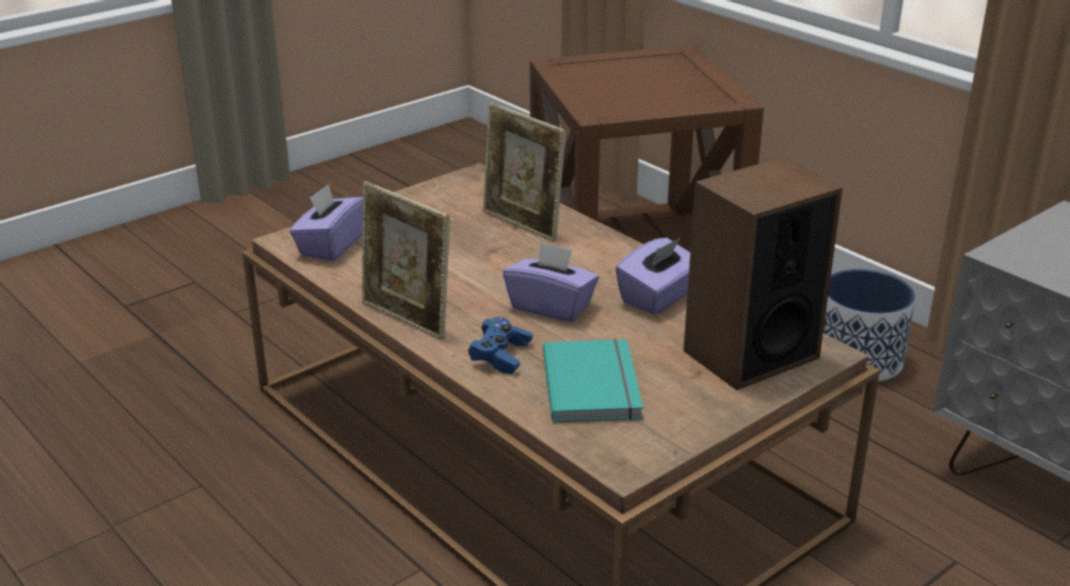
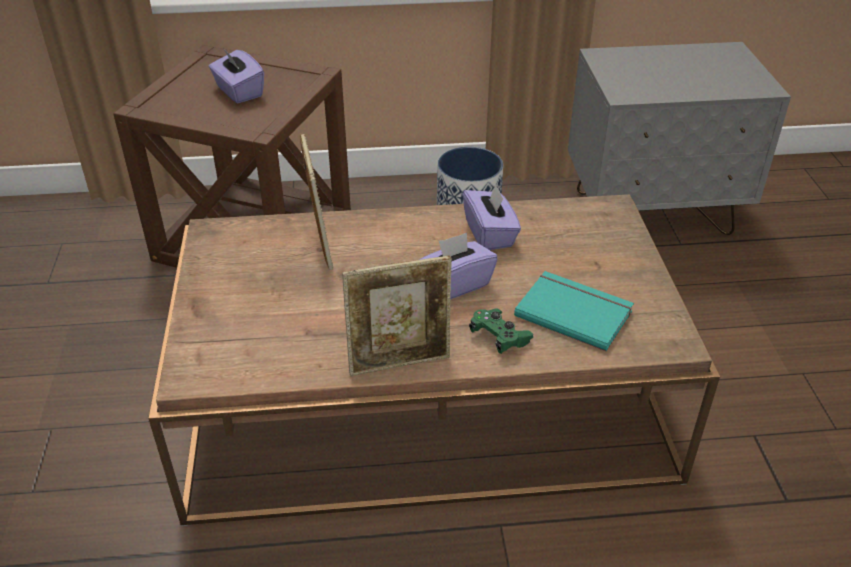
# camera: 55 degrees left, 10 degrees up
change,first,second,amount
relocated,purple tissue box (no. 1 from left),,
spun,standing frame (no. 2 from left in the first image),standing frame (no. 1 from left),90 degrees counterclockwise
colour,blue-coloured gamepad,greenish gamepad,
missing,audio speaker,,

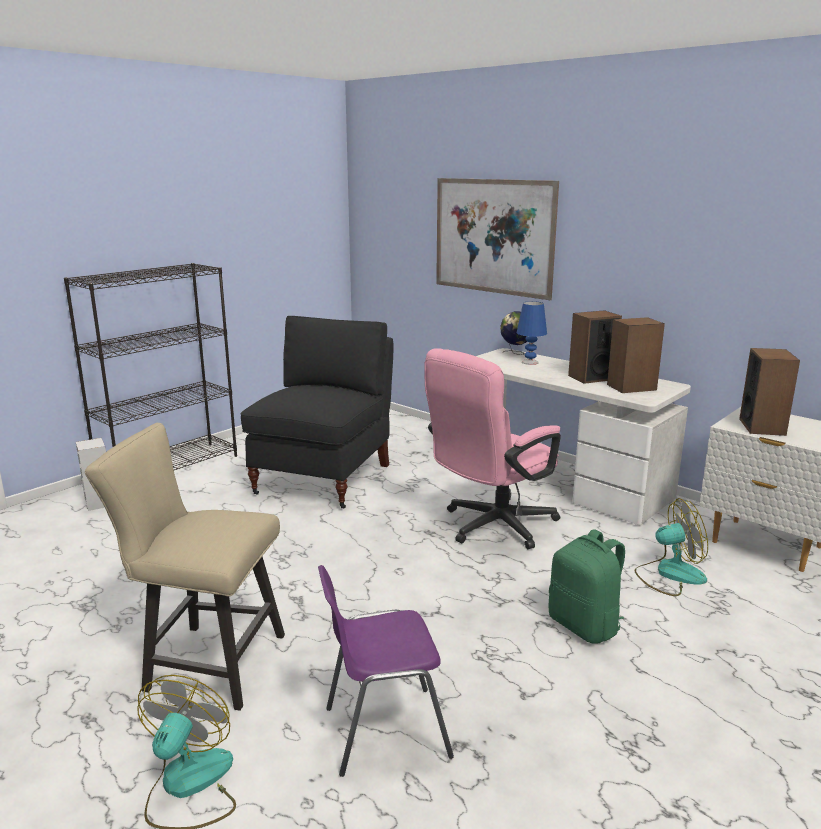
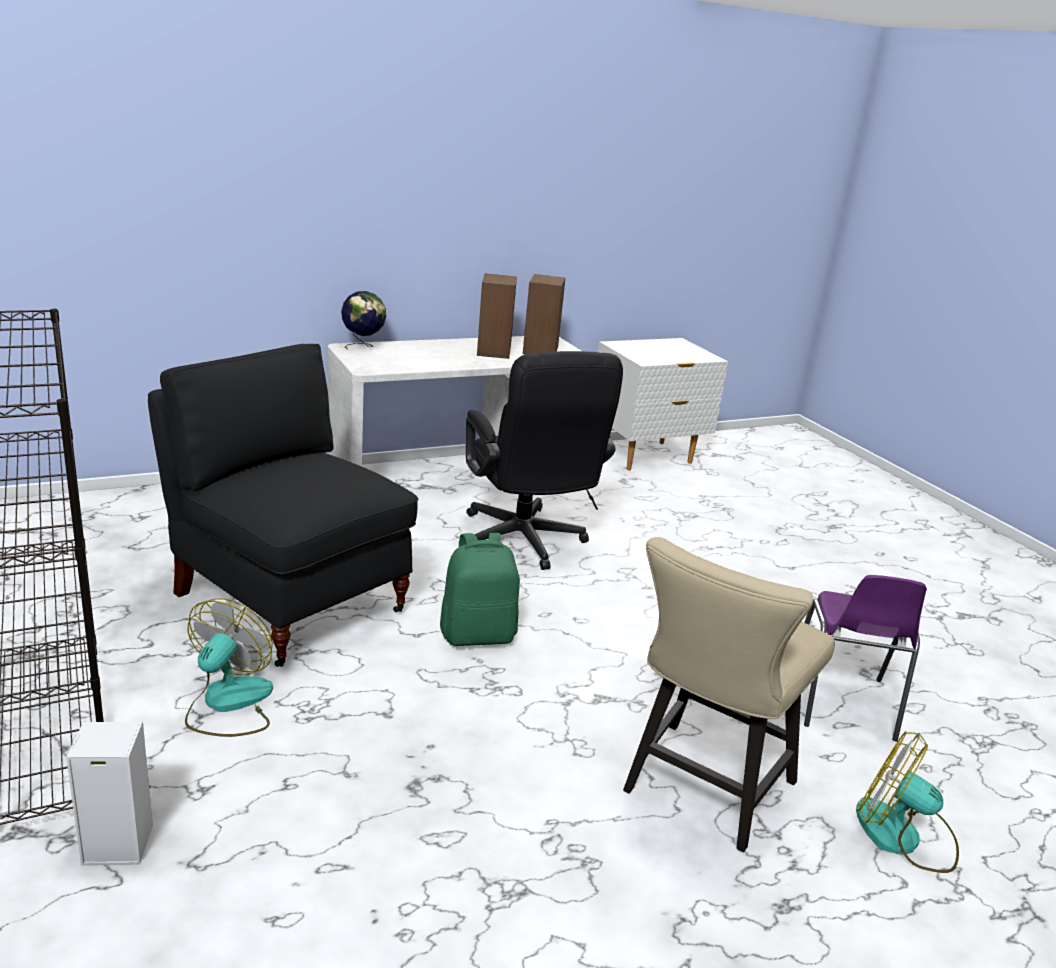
# camera: 70 degrees left, 5 degrees up
change,first,second,amount
relocated,fan (no. 2 from left in the first image),fan (no. 1 from left),
relocated,greenish knapsack,,
colour,pink desk chair,black desk chair,
missing,picture,,
missing,blue-coloured tabletop lamp,,
missing,audio speaker (no. 4 from left),,

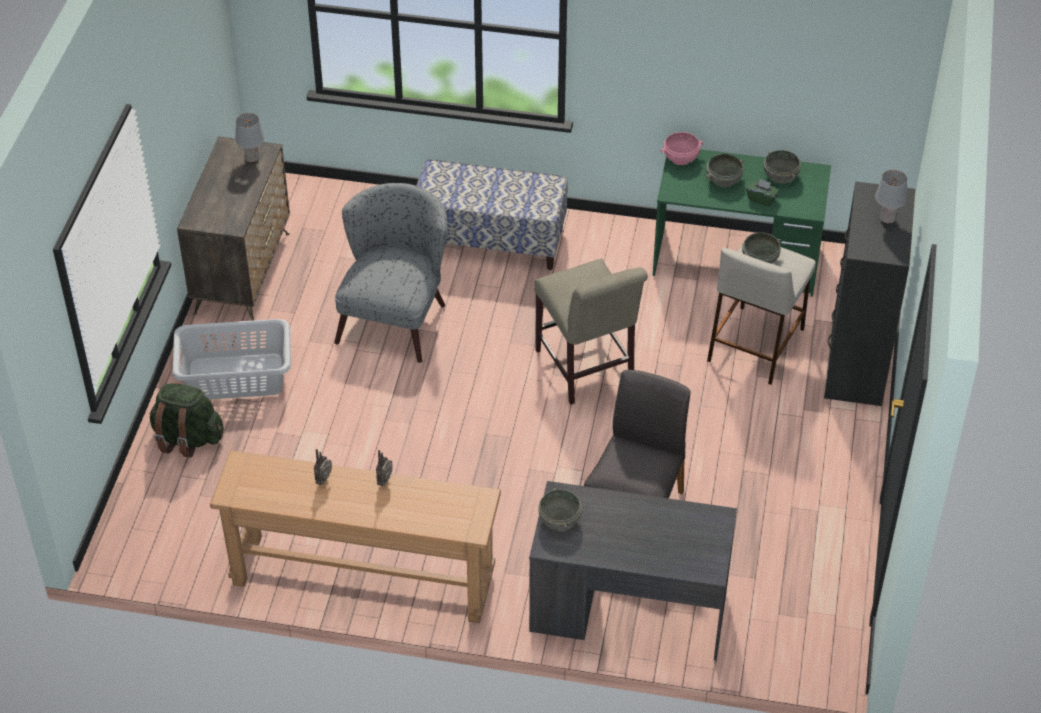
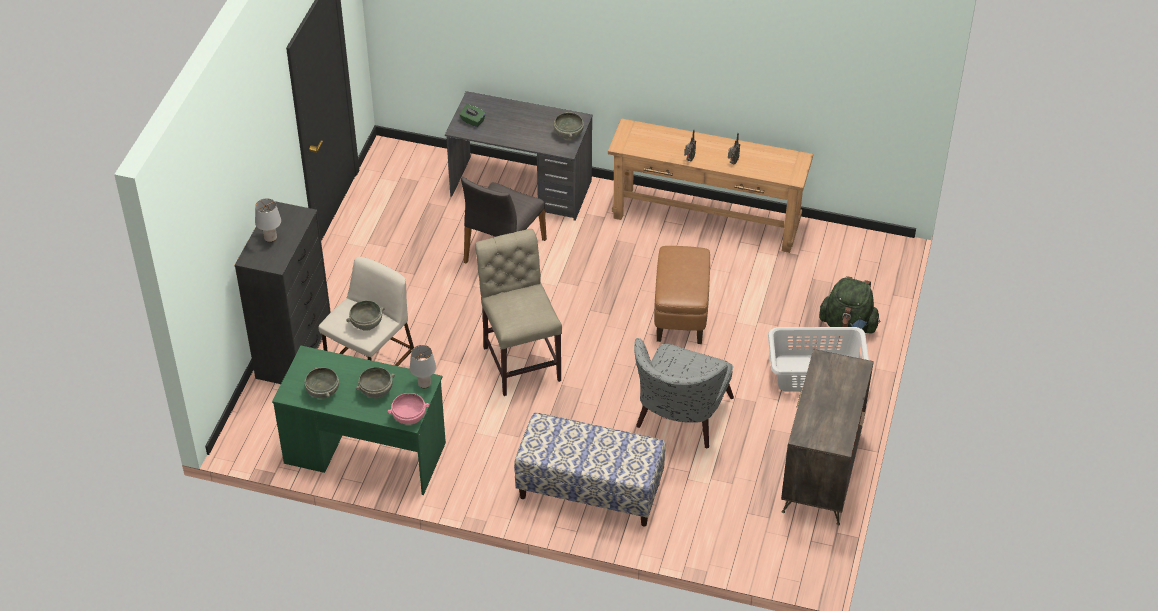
# camera: 175 degrees left, 0 degrees up
change,first,second,amount
relocated,grey tabletop lamp (no. 1 from left in the first image),grey tabletop lamp (no. 2 from left),
relocated,greenish tissue box,,
appeared,,brown footrest,

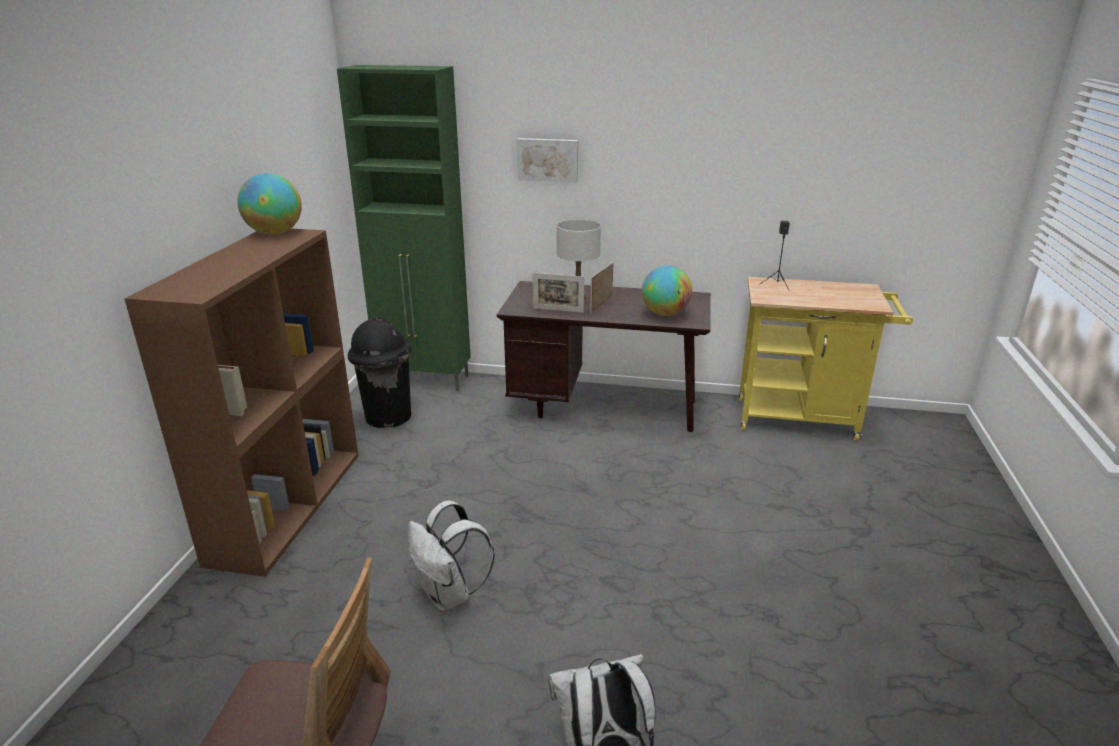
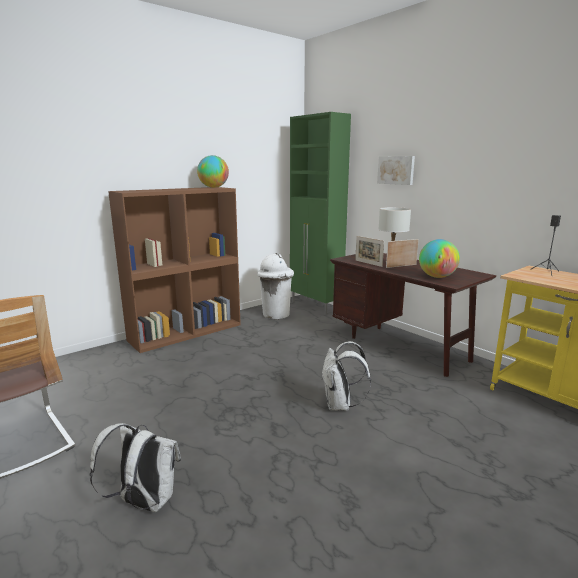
# camera: 40 degrees right, 10 degrees down
change,first,second,amount
colour,black trash can,whitish trash can,
relocated,whitish knapsack (no. 1 from left in the first image),whitish knapsack (no. 2 from left),

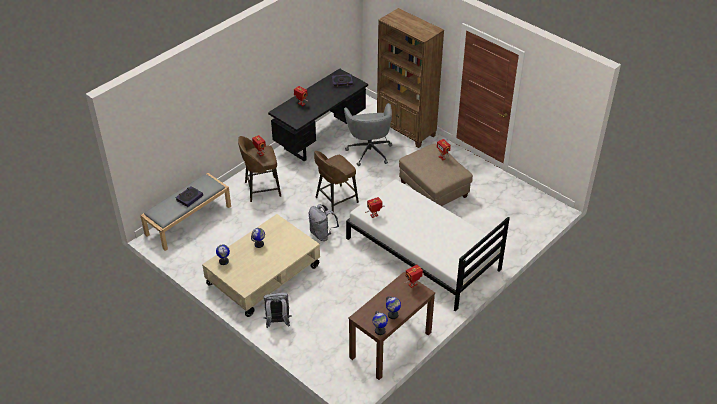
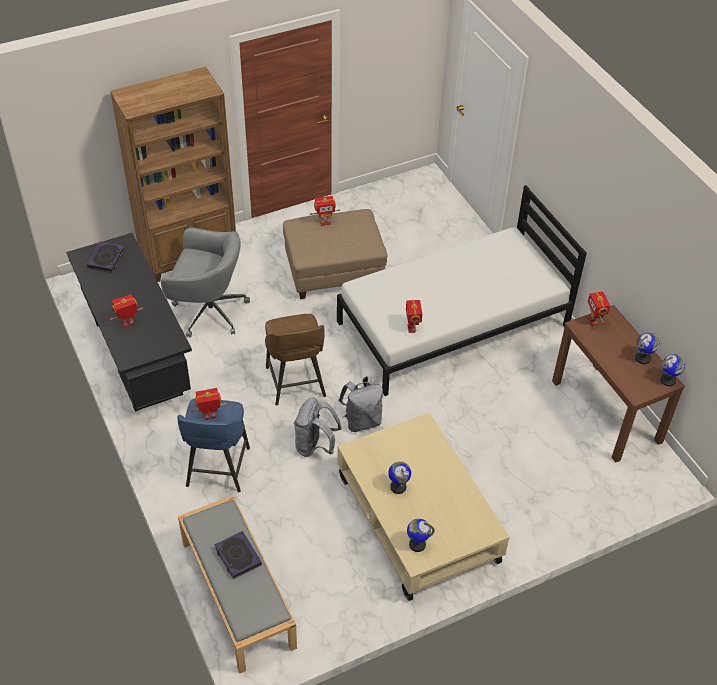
# camera: 70 degrees left, 5 degrees up
change,first,second,amount
colour,brown stool seat (no. 1 from left),blue-coloured stool seat,
relocated,grey knapsack (no. 1 from left),,

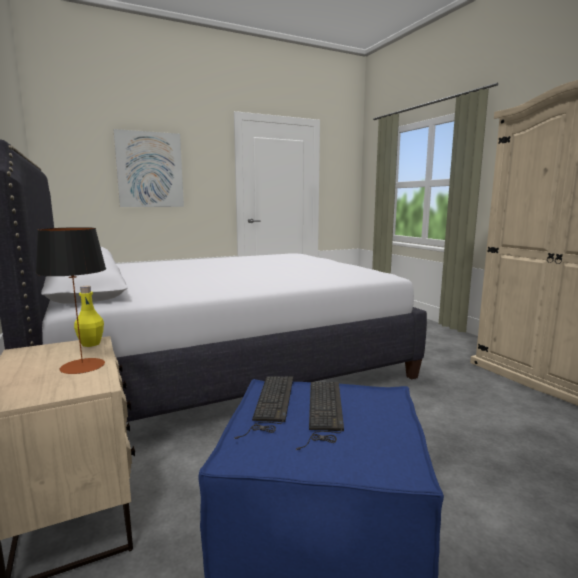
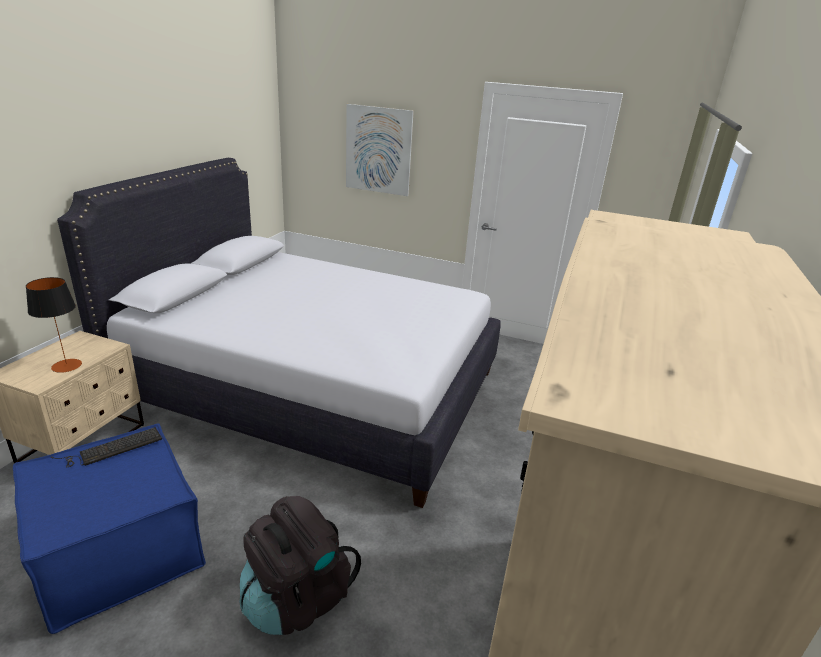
# camera: 45 degrees right, 15 degrees up
change,first,second,amount
appeared,,black knapsack,
missing,yellow beverage bottle,,
missing,computer keyboard (no. 2 from left),,

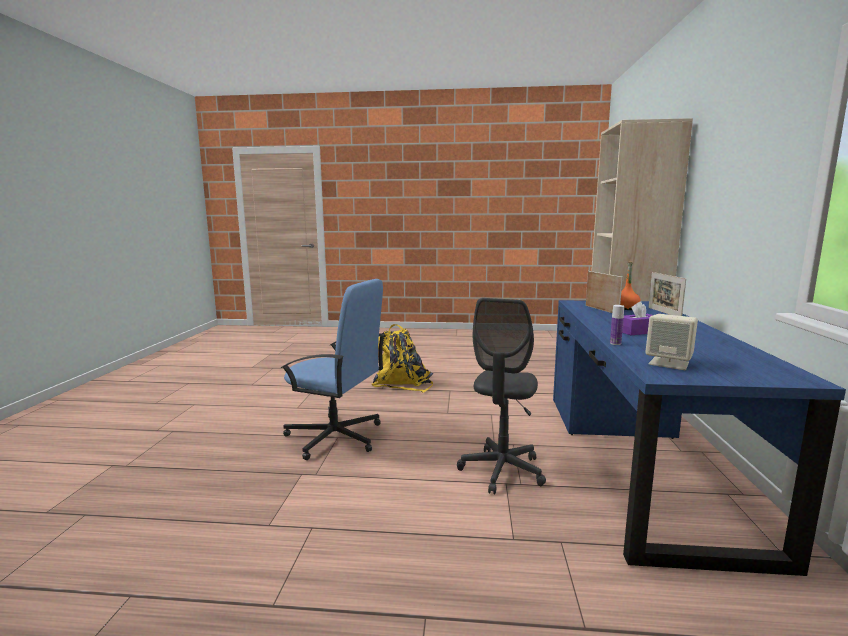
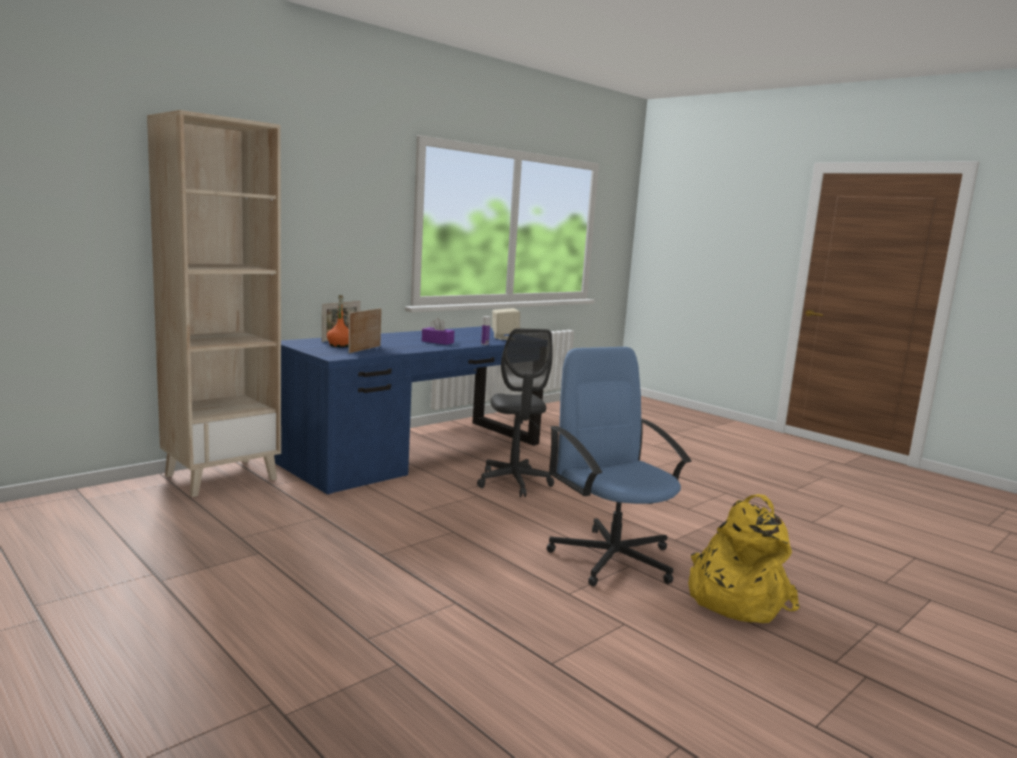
# camera: 140 degrees left, 0 degrees up
change,first,second,amount
spun,grey desk chair,,105 degrees clockwise
relocated,yellow knapsack,,

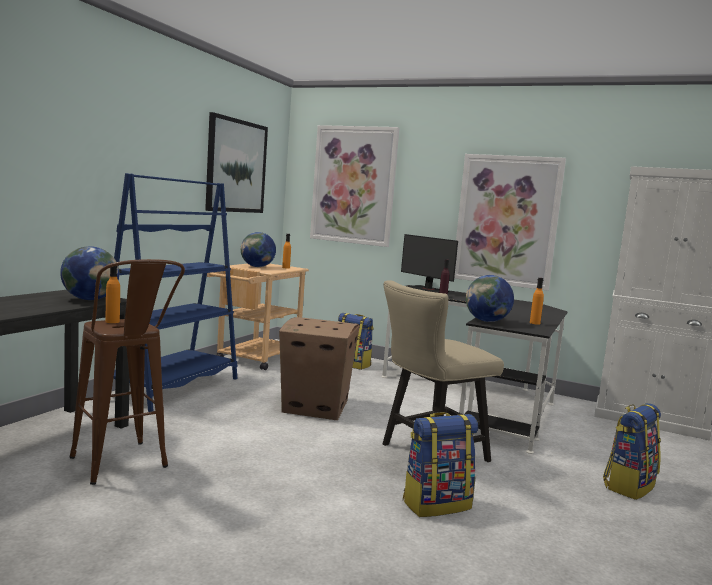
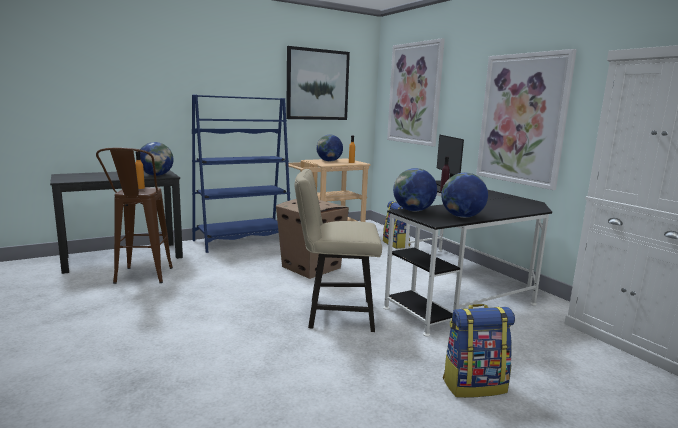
# camera: 35 degrees right, 5 degrees up
change,first,second,amount
exchanged,orange-coloured beverage bottle (no. 3 from left),desk globe (no. 4 from left),
missing,knapsack (no. 2 from left),,

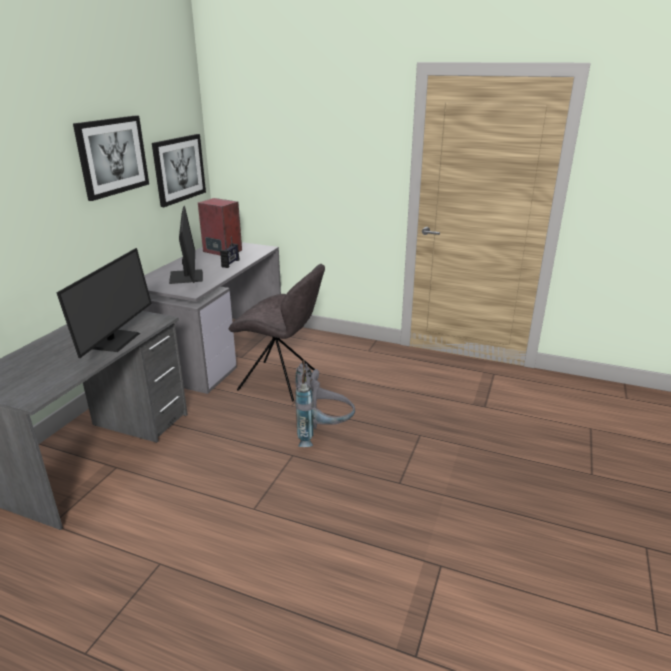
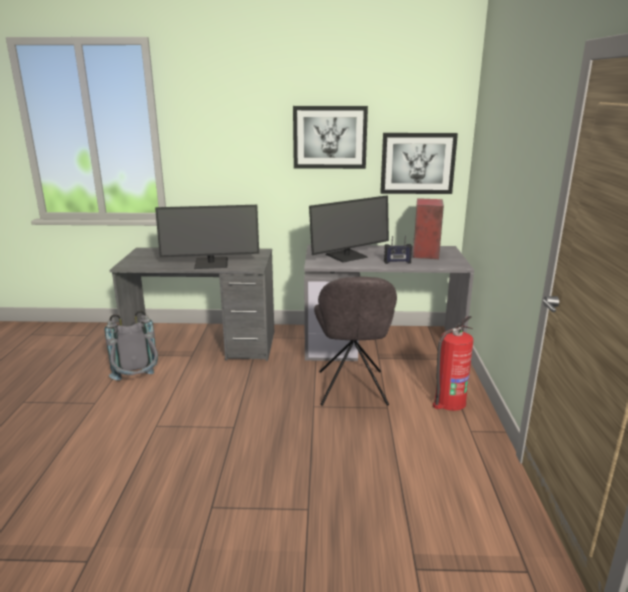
# camera: 70 degrees right, 5 degrees down
change,first,second,amount
relocated,grey knapsack,,
appeared,,fire-fighting cylinder,

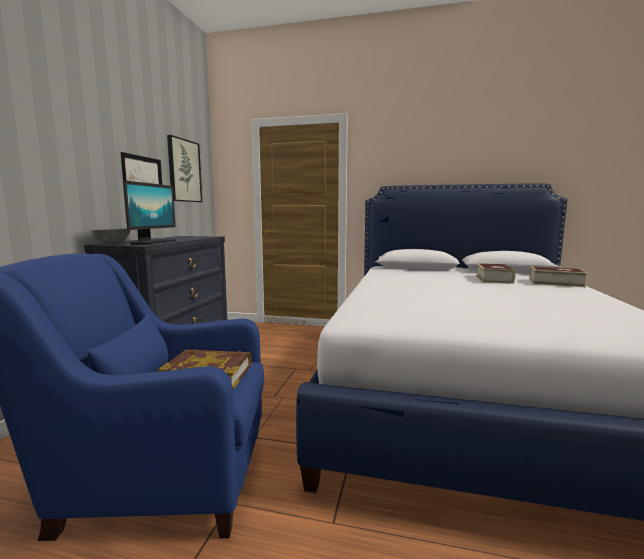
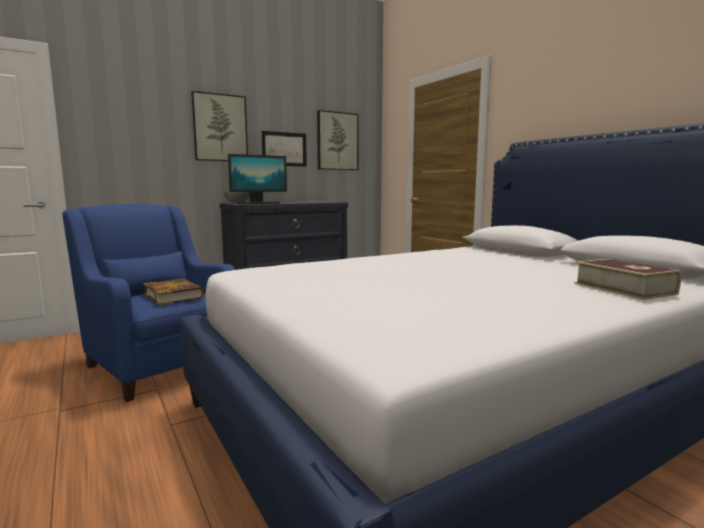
# camera: 45 degrees right, 0 degrees up
change,first,second,amount
appeared,,picture (no. 1 from left),
missing,bound book (no. 2 from left),,

